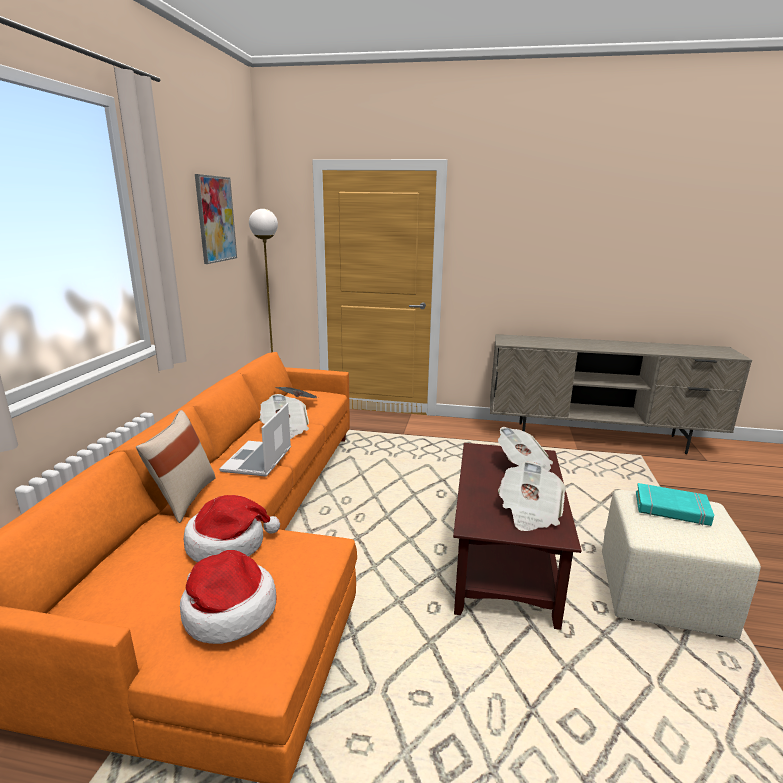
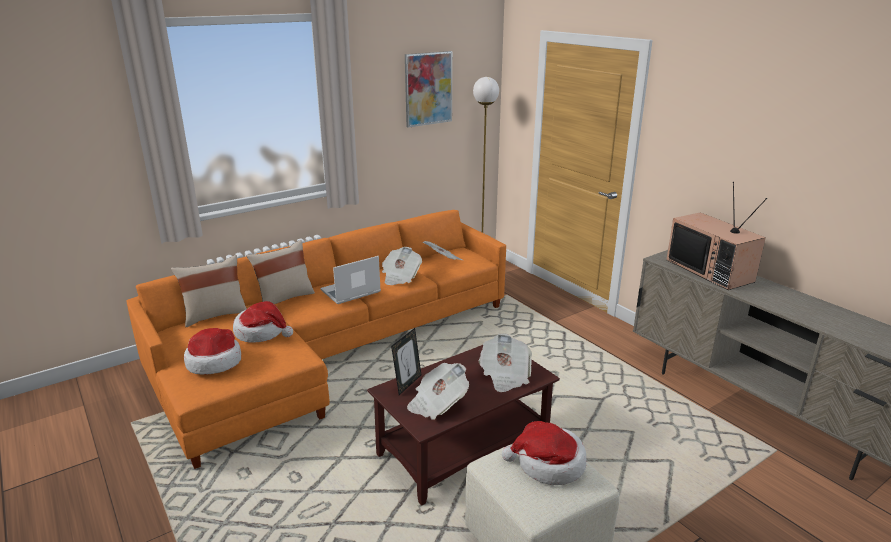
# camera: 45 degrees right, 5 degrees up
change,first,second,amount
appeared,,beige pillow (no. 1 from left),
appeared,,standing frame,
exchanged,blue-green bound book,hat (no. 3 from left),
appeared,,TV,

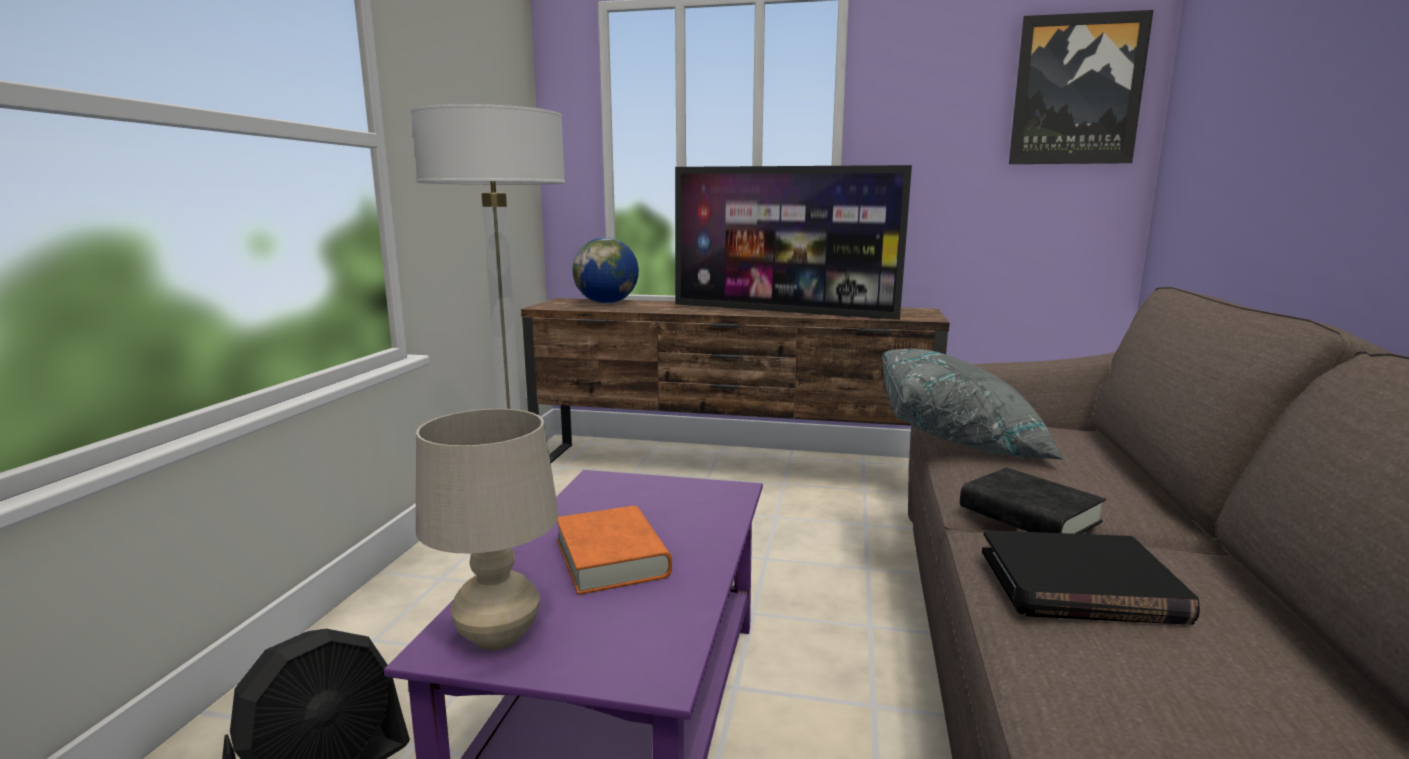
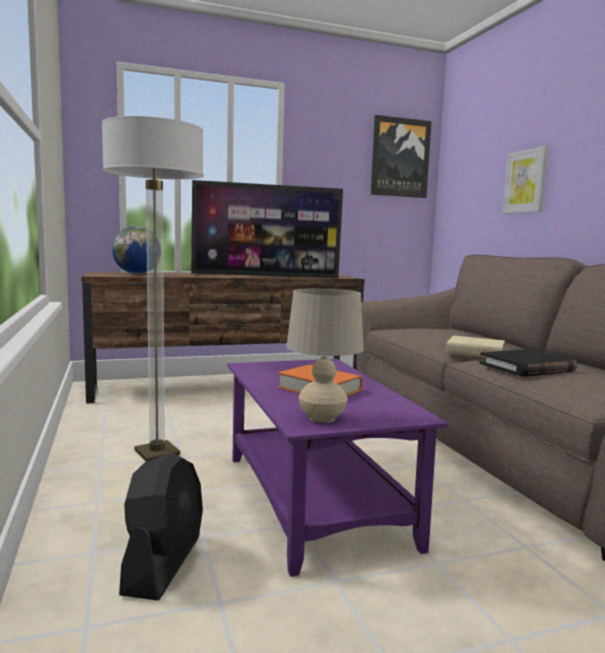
# camera: 30 degrees left, 5 degrees down
change,first,second,amount
colour,black bound book (no. 1 from left),beige bound book,
appeared,,picture (no. 2 from left),
missing,grey pillow,,

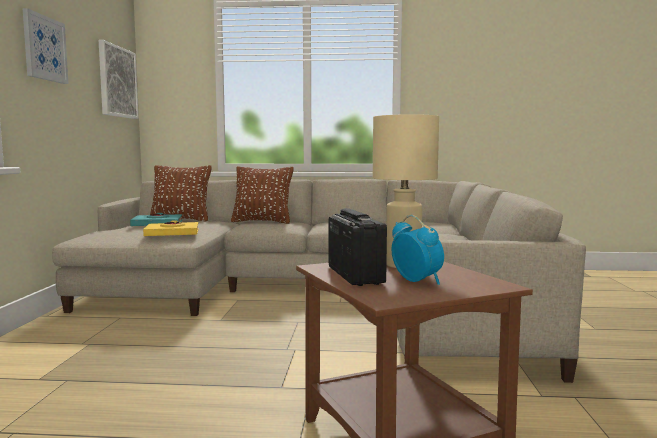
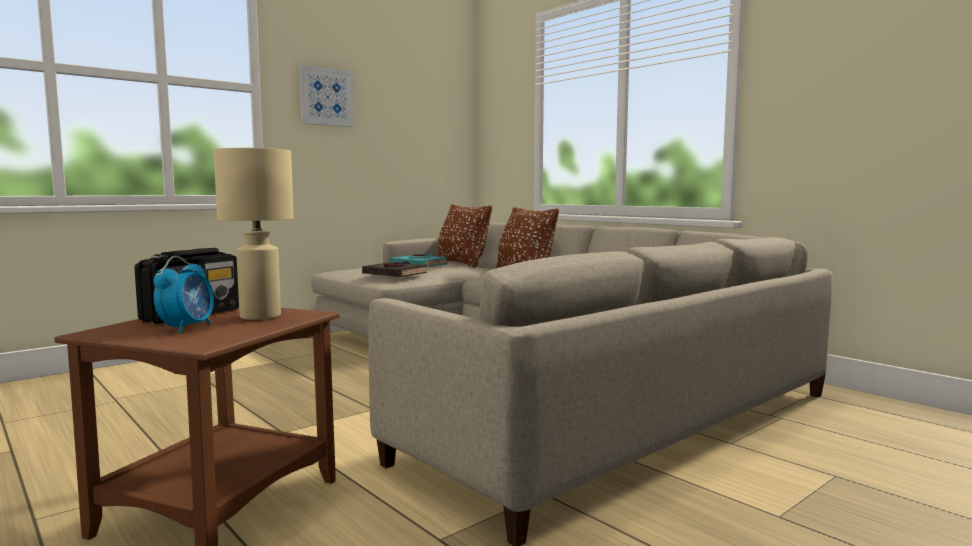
# camera: 45 degrees right, 0 degrees up
change,first,second,amount
colour,yellow bound book,black bound book,
missing,picture (no. 2 from left),,

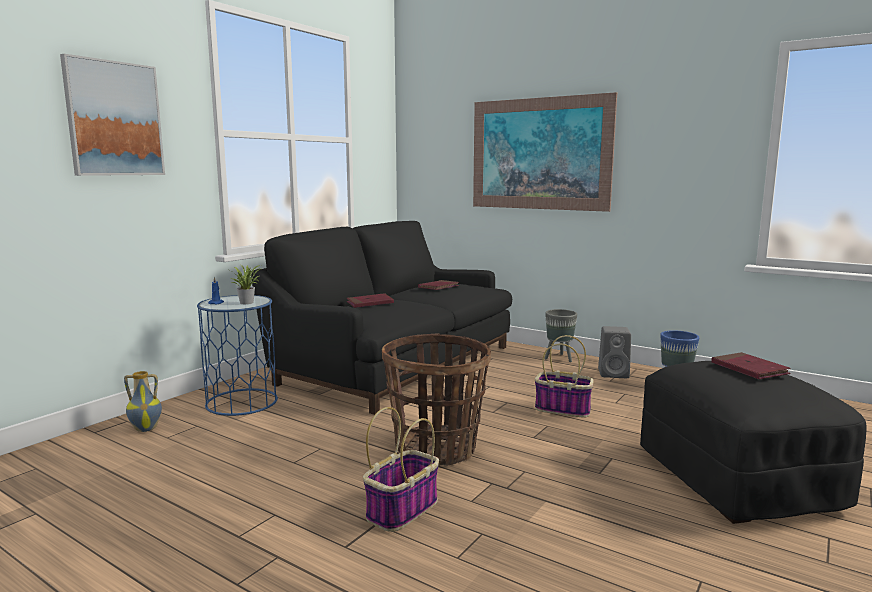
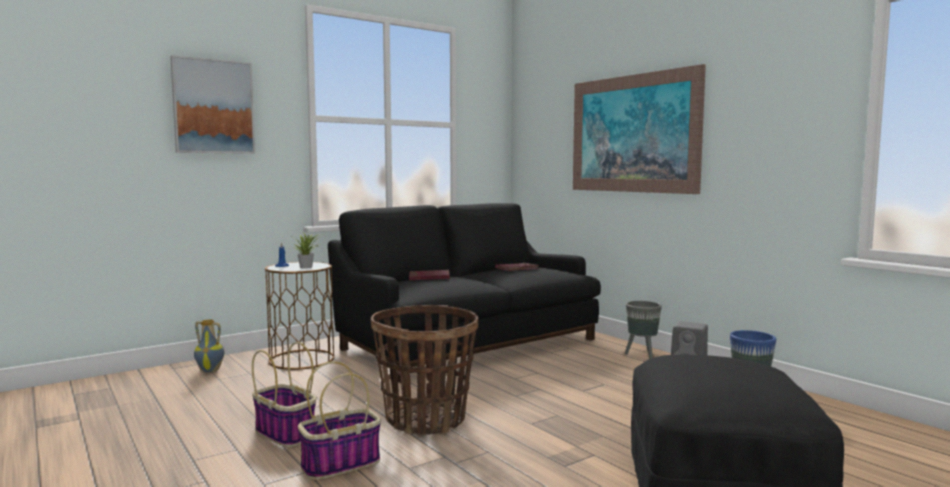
# camera: 20 degrees right, 5 degrees down
change,first,second,amount
relocated,storage basket (no. 3 from left in the first image),storage basket (no. 1 from left),
colour,blue-coloured accent table,brown accent table,
missing,reddish bound book (no. 3 from left),,

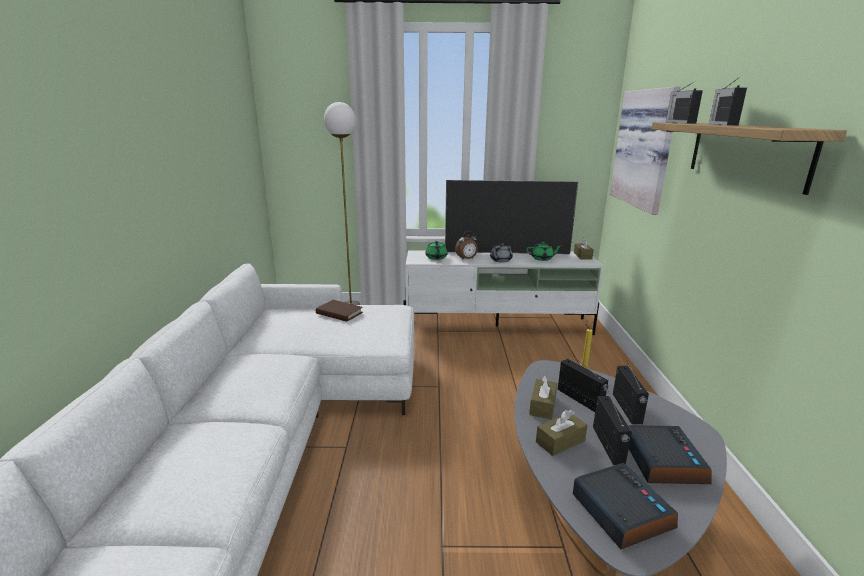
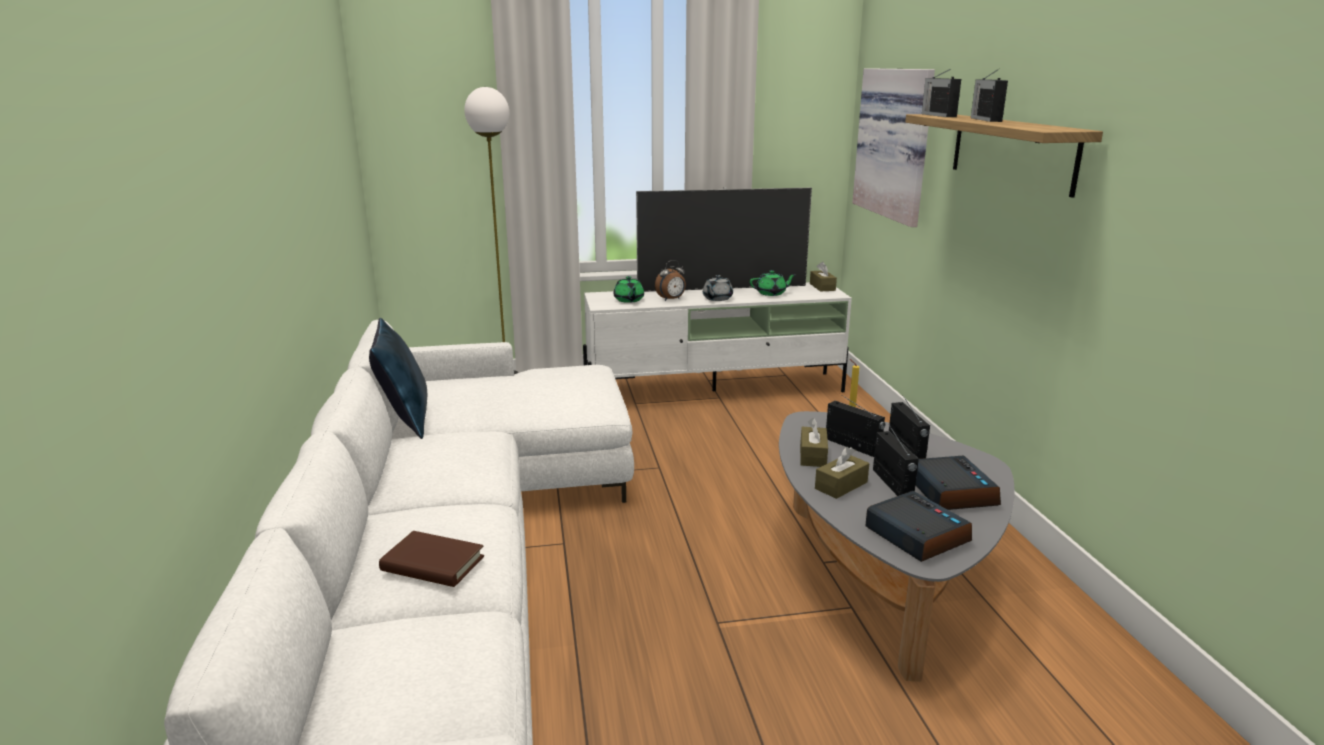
# camera: 10 degrees left, 0 degrees up
change,first,second,amount
appeared,,blue-coloured pillow,
relocated,brown bound book,,

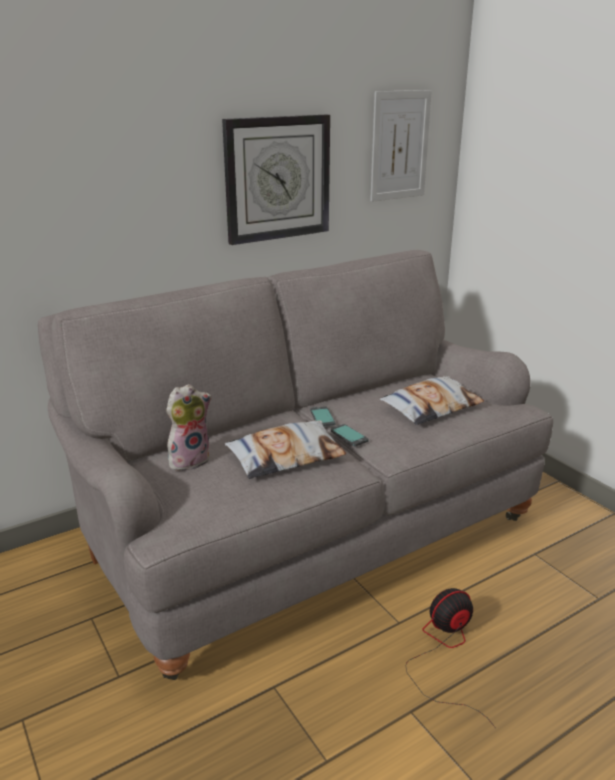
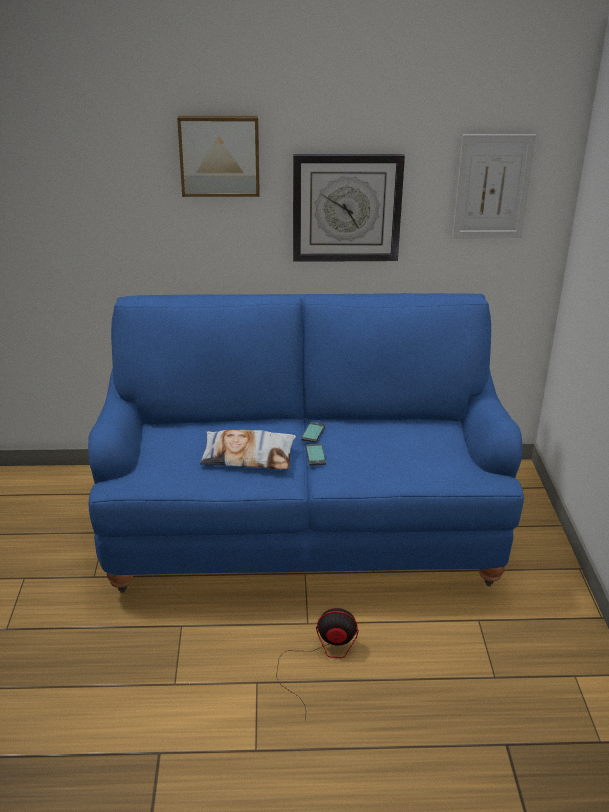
# camera: 30 degrees right, 5 degrees up
change,first,second,amount
colour,grey sofa,blue-coloured sofa,
appeared,,picture (no. 1 from left),
missing,plush toy,,
missing,pillow (no. 2 from left),,

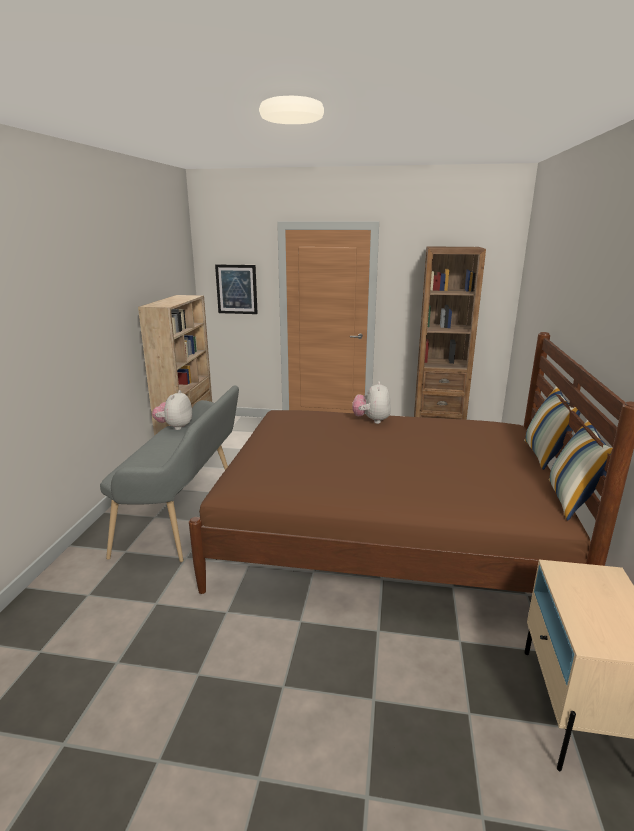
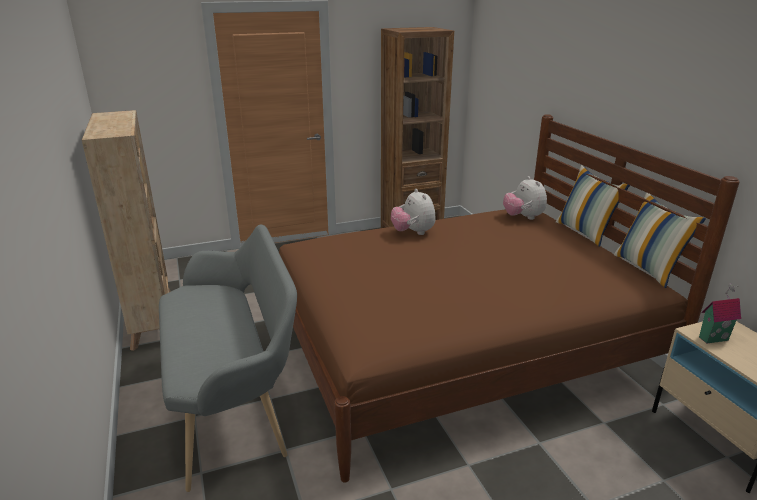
# camera: 30 degrees left, 5 degrees up
change,first,second,amount
relocated,plush toy (no. 1 from left in the first image),plush toy (no. 2 from left),
appeared,,miniature house,
missing,picture,,

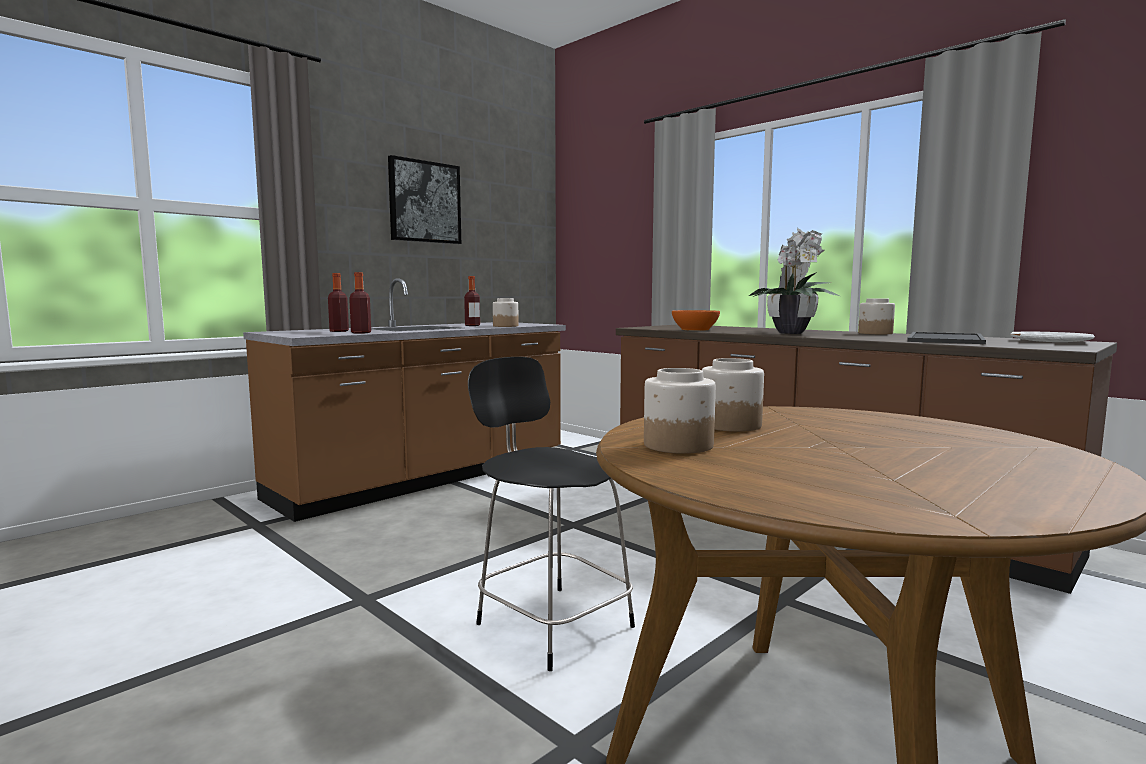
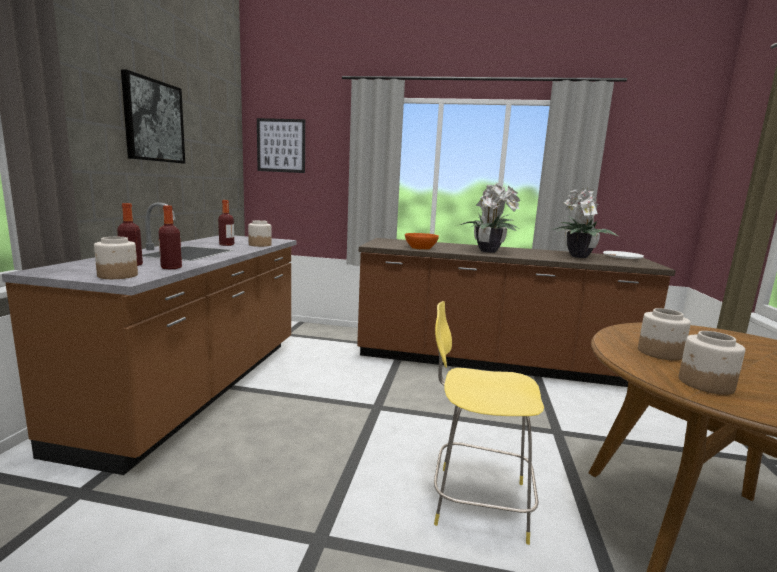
# camera: 35 degrees left, 5 degrees up
change,first,second,amount
relocated,storage jar (no. 4 from left in the first image),storage jar (no. 1 from left),
appeared,,picture (no. 2 from left),
colour,black stool seat,yellow stool seat,
exchanged,carrying tray,potted plant (no. 2 from left),

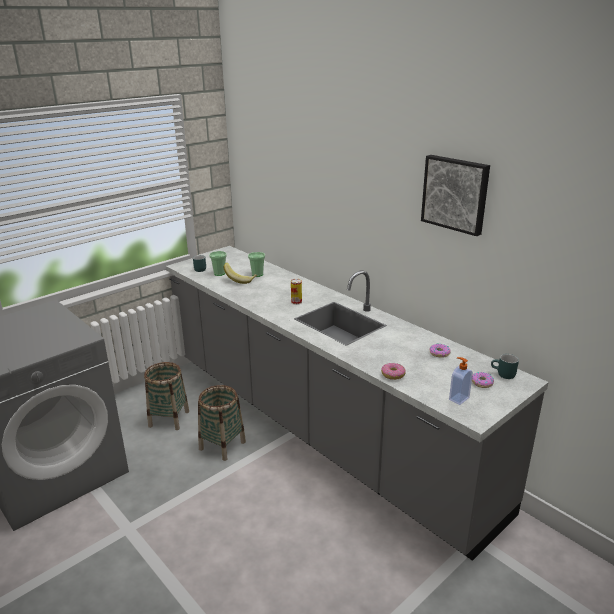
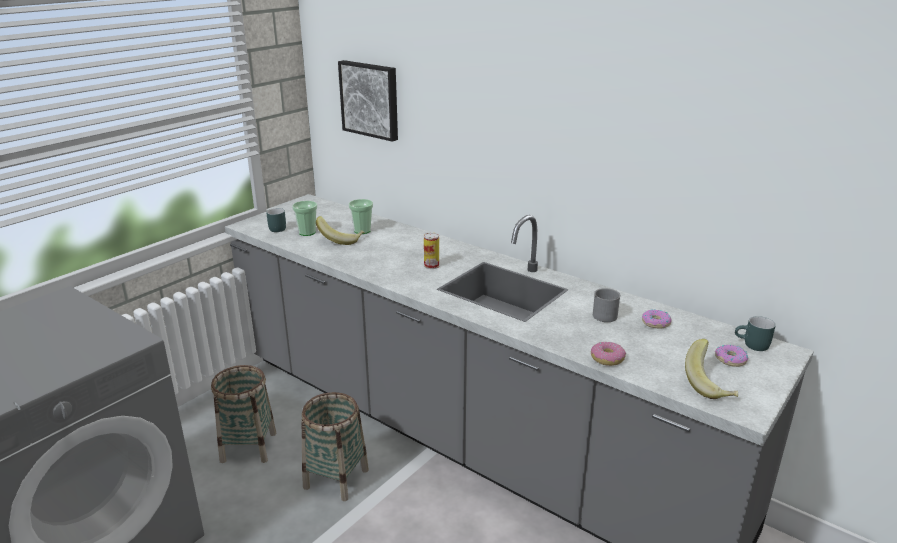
# camera: 10 degrees left, 0 degrees up
change,first,second,amount
relocated,picture,,
appeared,,grey mug,
exchanged,soap dispenser,banana (no. 2 from left),

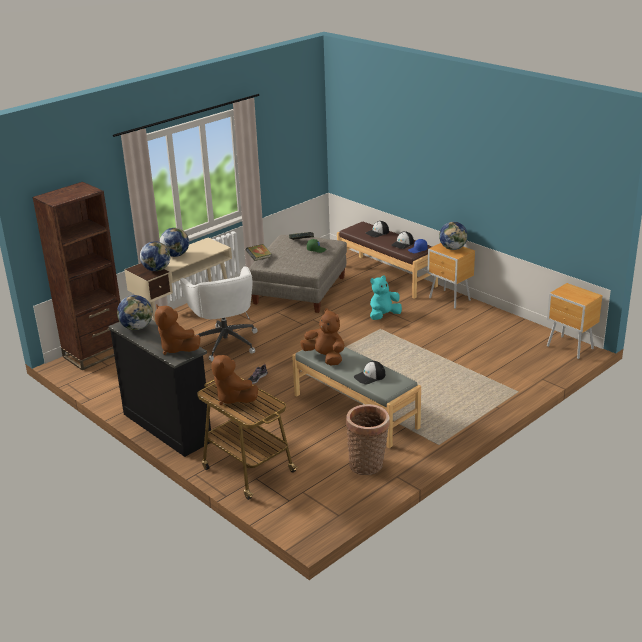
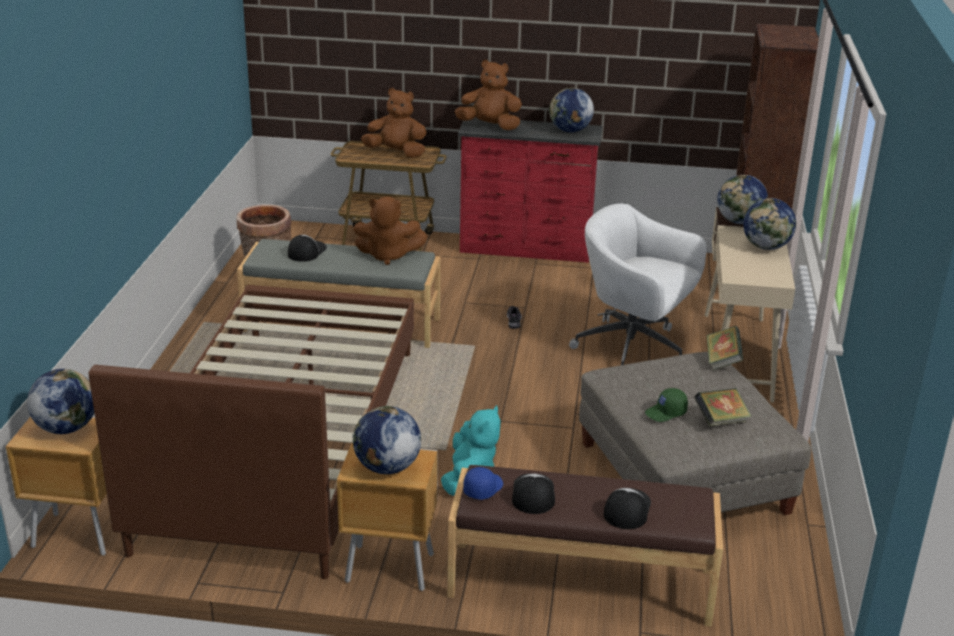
# camera: 140 degrees right, 0 degrees up
change,first,second,amount
appeared,,desk globe (no. 1 from left),
appeared,,brown bed,
colour,black drawer chest,reddish drawer chest,

